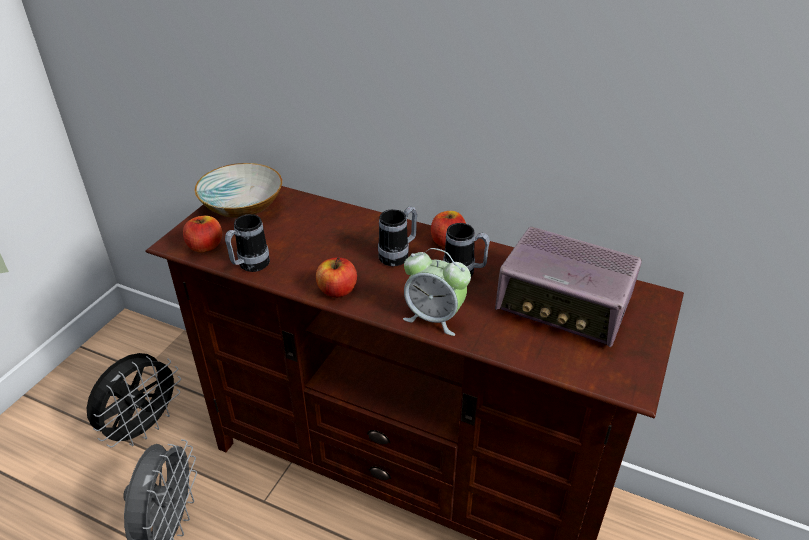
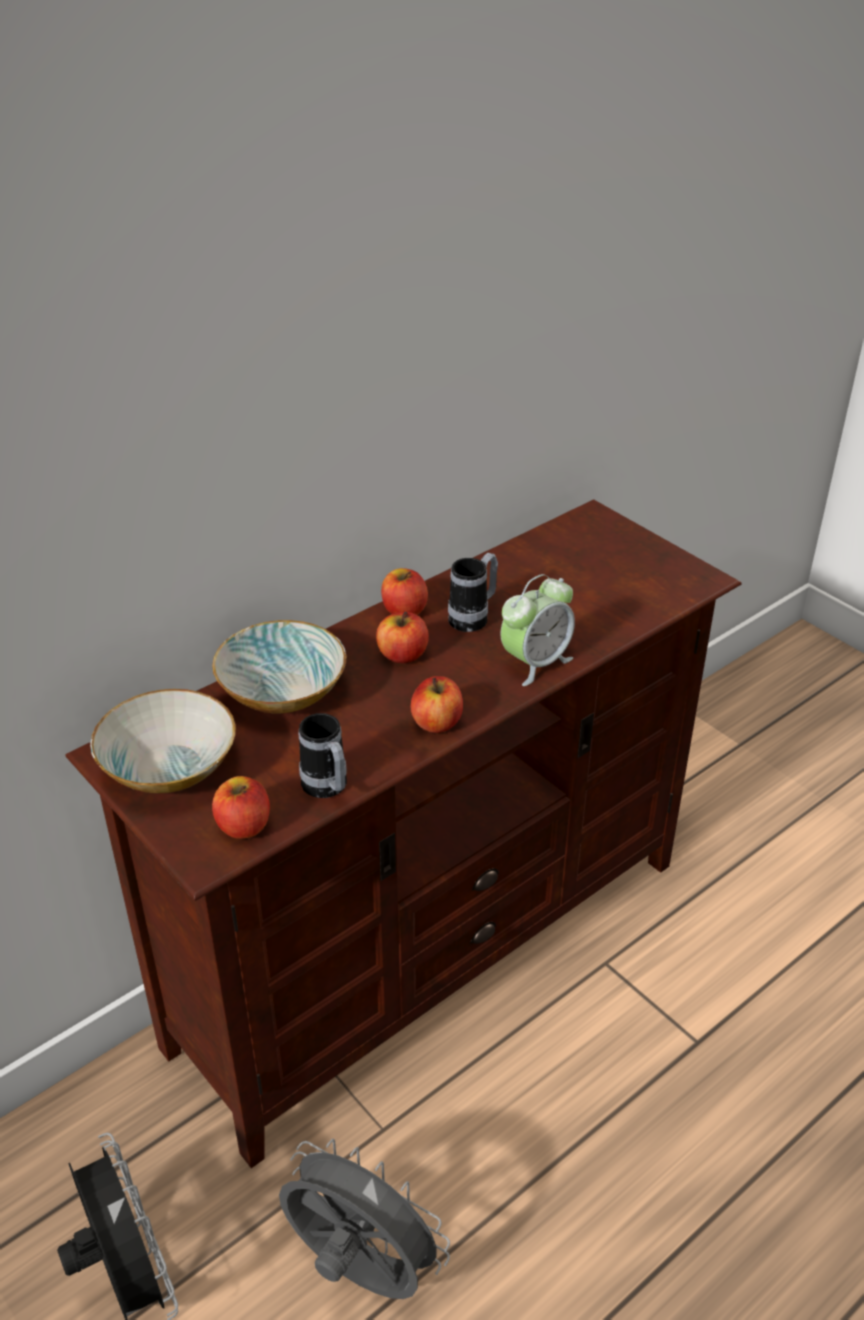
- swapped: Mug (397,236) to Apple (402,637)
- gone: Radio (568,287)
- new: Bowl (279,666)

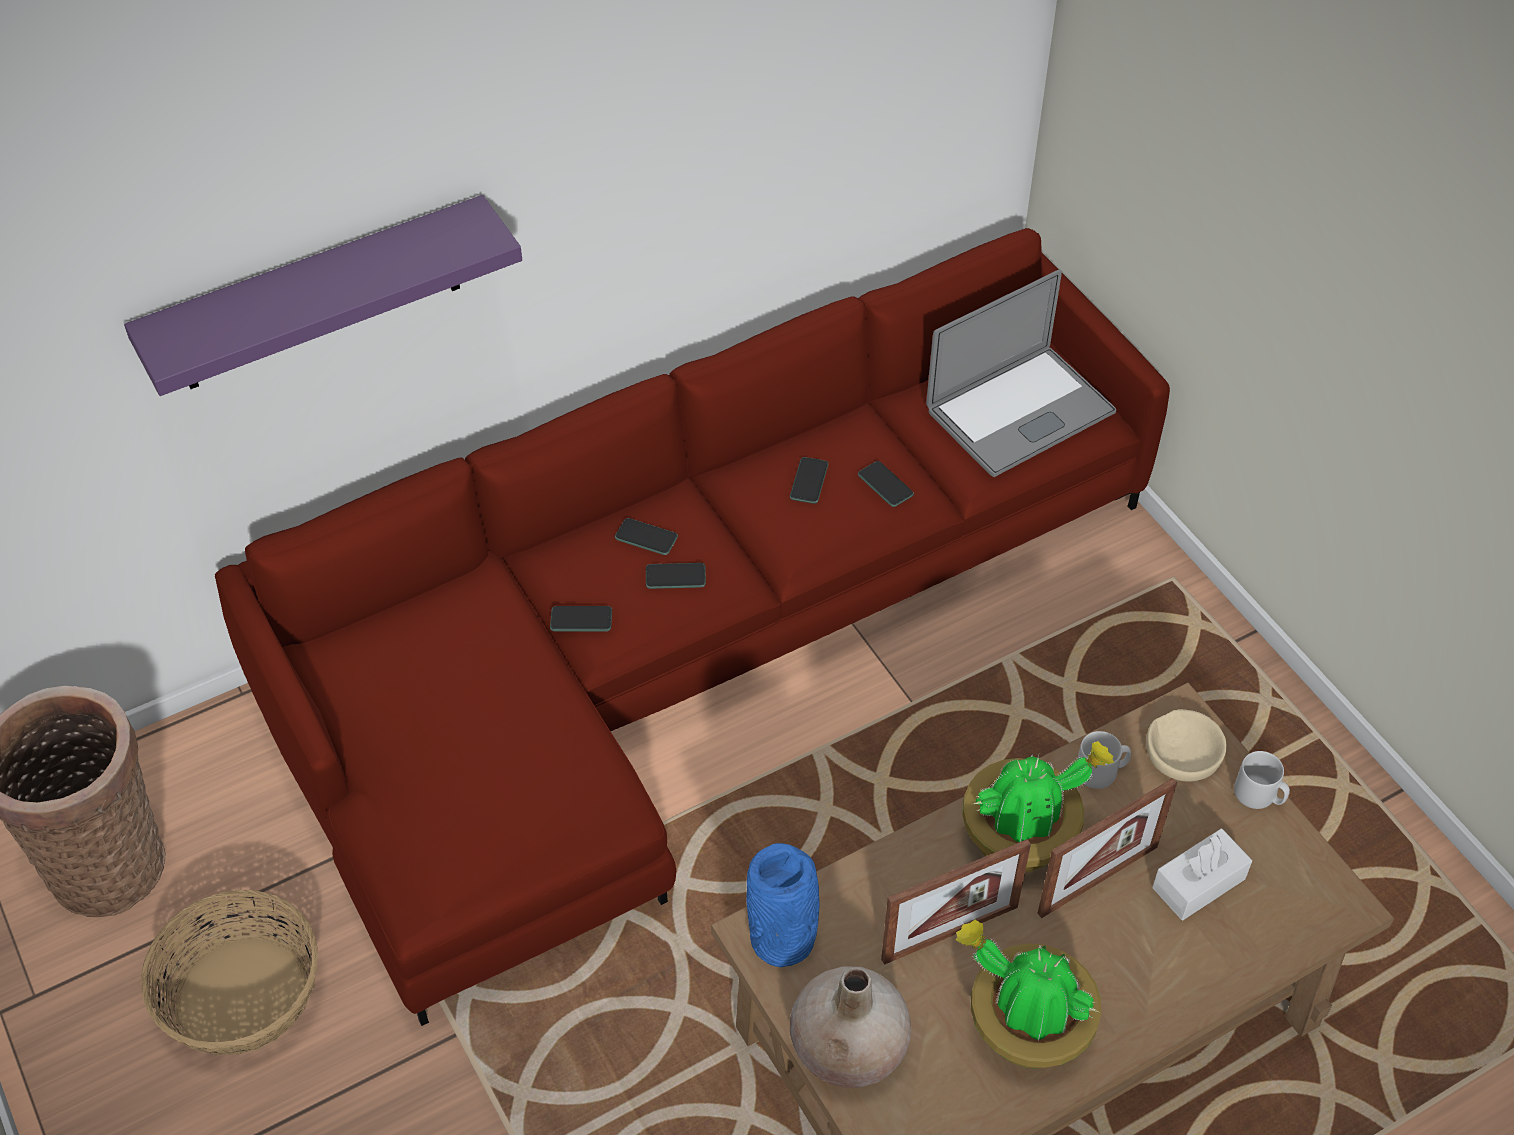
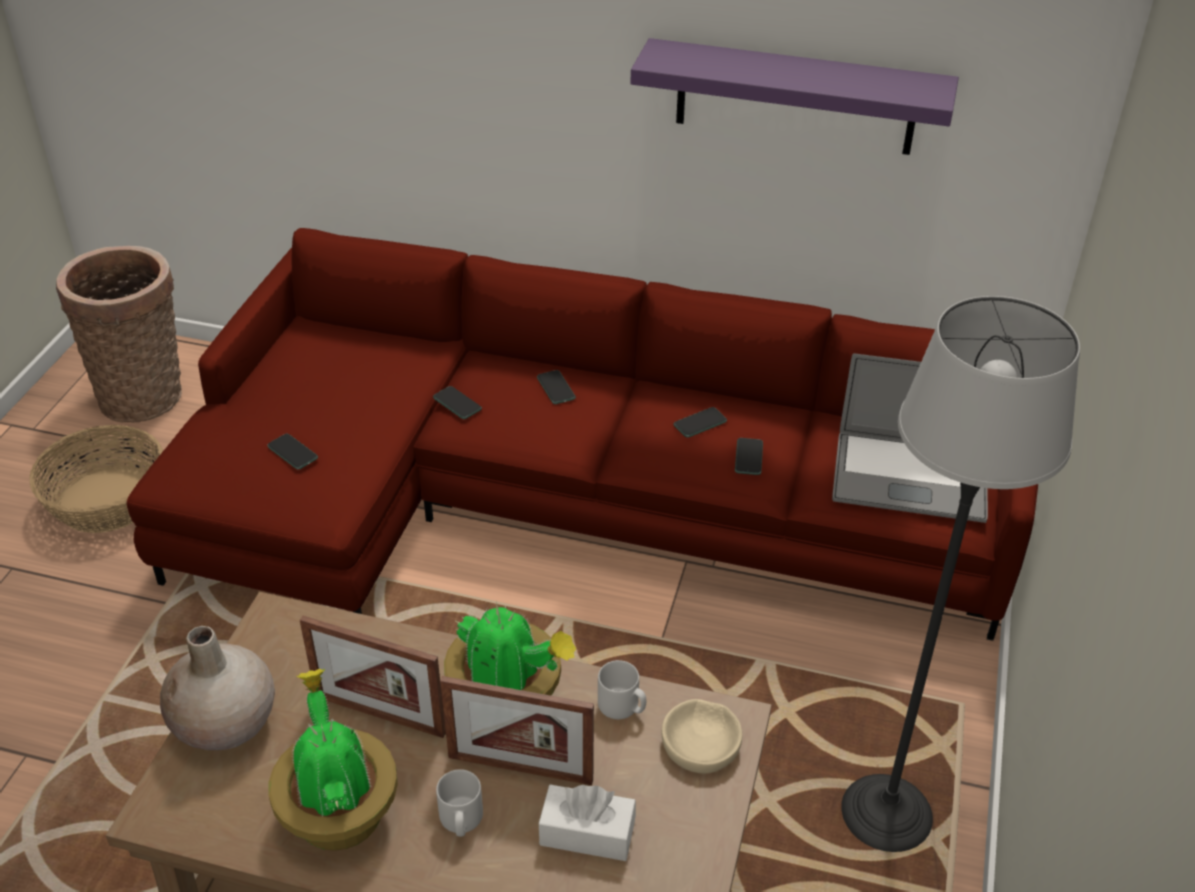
- shifted: PurpleShelf (323,295) to (795,96)
- shifted: Phone (676,576) to (292,452)
- gone: BlueVase (783,905)
- shifted: GreyMug (1262,780) to (459,803)
- new: FloorLamp (960,574)

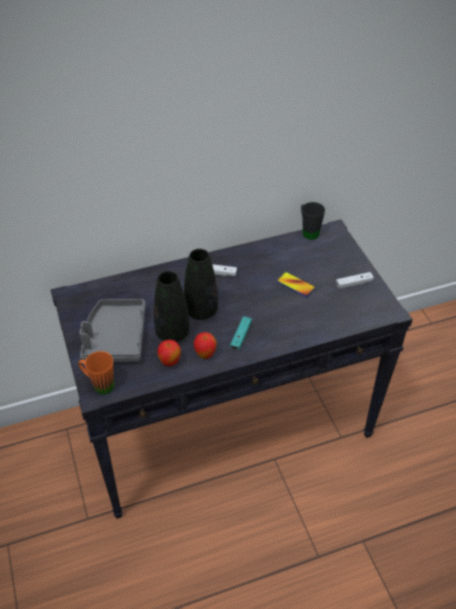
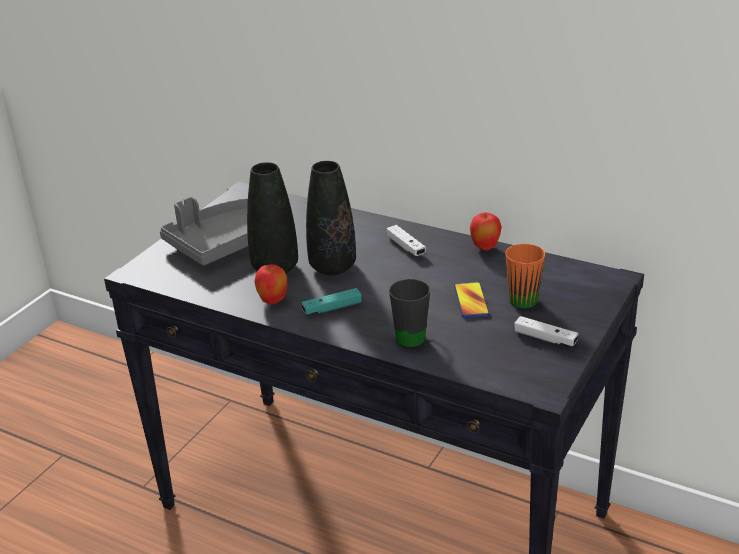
- shifted: OrangeMug (96,372) to (525,276)
- shifted: Apple (169,353) to (486,231)
- shifted: BlackMug (313,221) to (409,313)

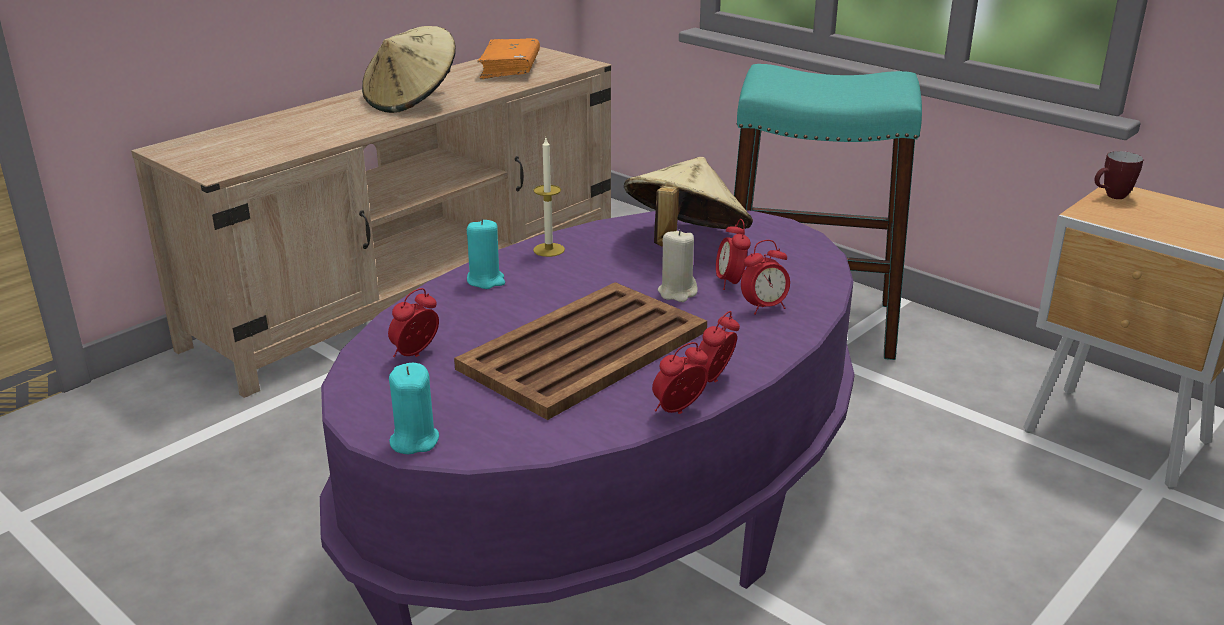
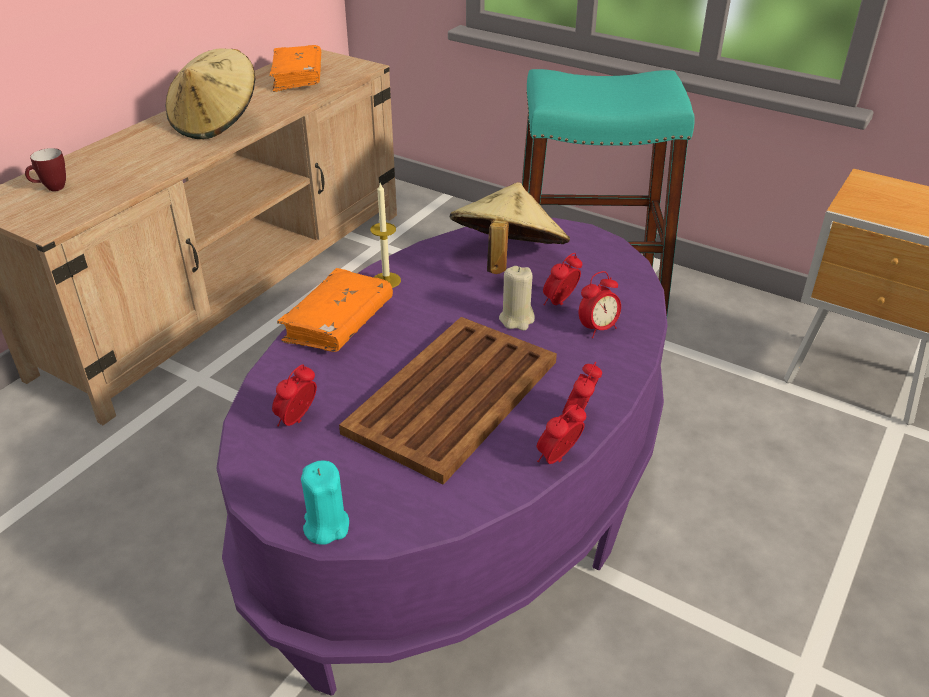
- swapped: TurquoiseCandle (486,254) to OrangeBook (335,310)
- rotated: AlarmClock (733,254) = (562,279) 60 degrees clockwise
- shifted: Mug (1119,175) to (45,169)

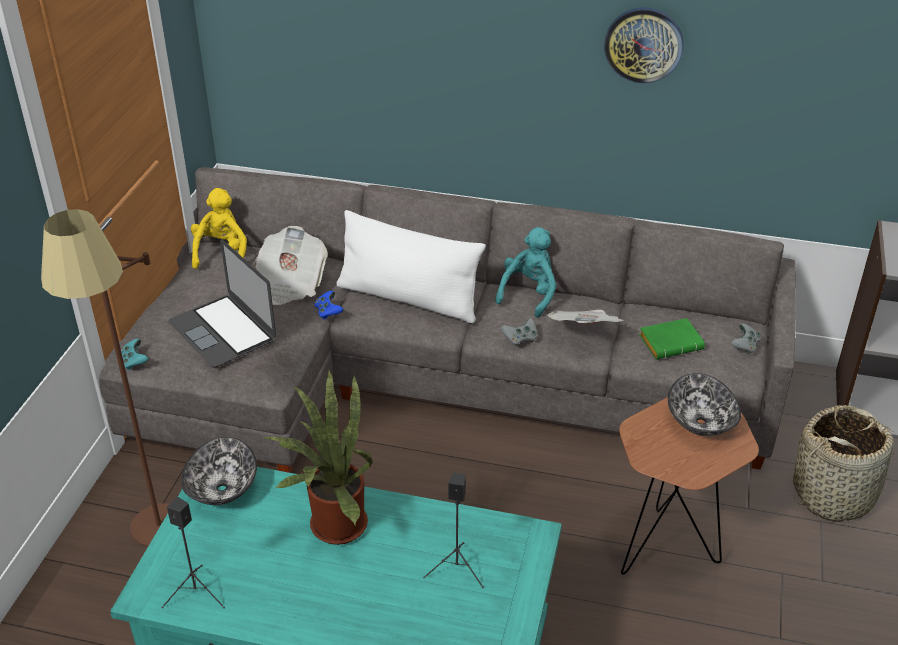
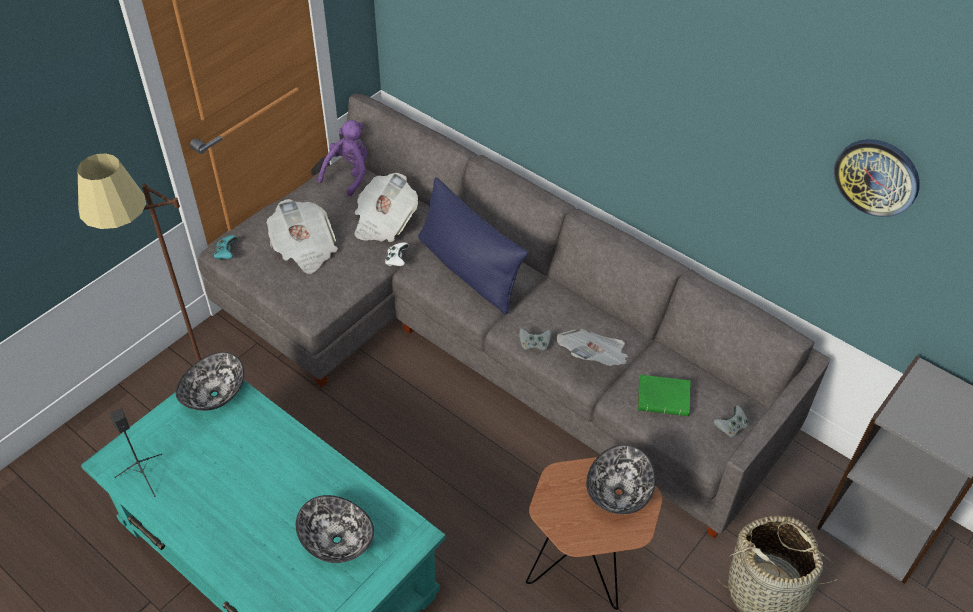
- swapped: Laptop (222,303) to Newspaper (302,236)
- repainted: YellowPlushToy (219,228) to PurplePlushToy (343,158)
- gone: PottedPlant (317,457)
- repainted: BlueGameController (328,305) to WhiteGameController (397,254)
- repainted: WhitePillow (411,266) to BluePillow (473,245)
- swapped: BlackSpeaker (453,530) to Bowl (335,529)
- gone: TurquoisePlushToy (525,272)
- shifted: WallClock (644,45) to (877,178)

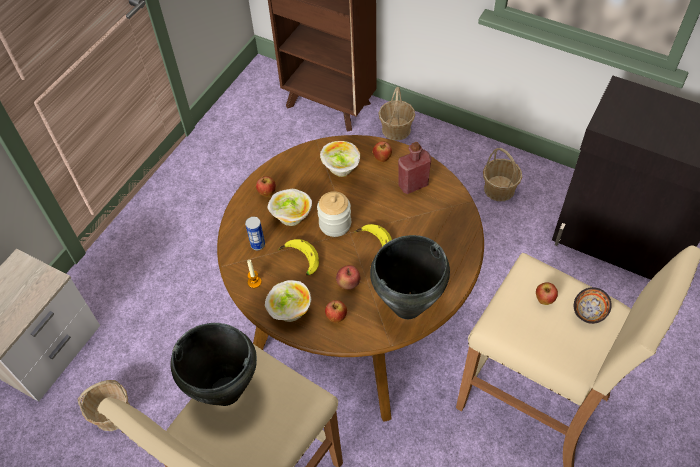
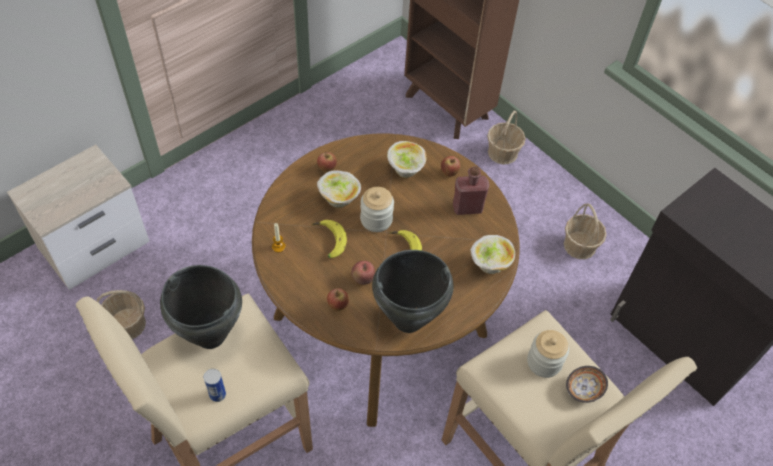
- shifted: Can (255,233) to (215,385)
- shifted: Bowl (288,301) to (492,254)
- swapped: Apple (547,293) to Jar (548,354)

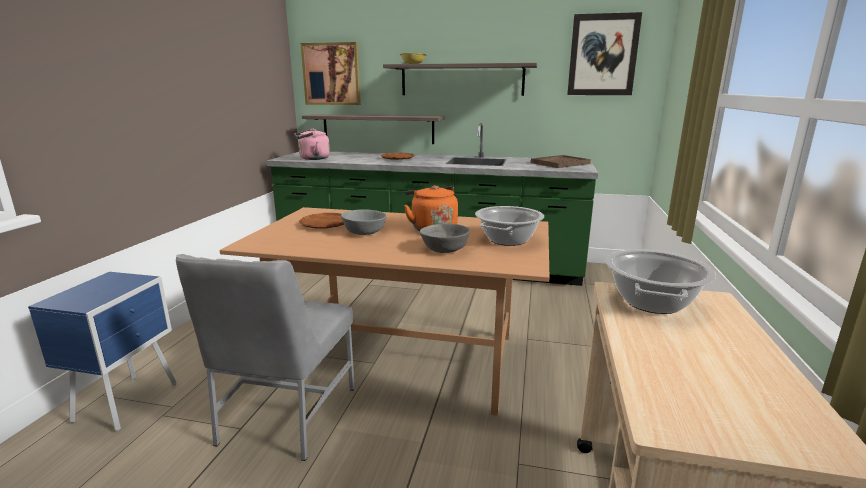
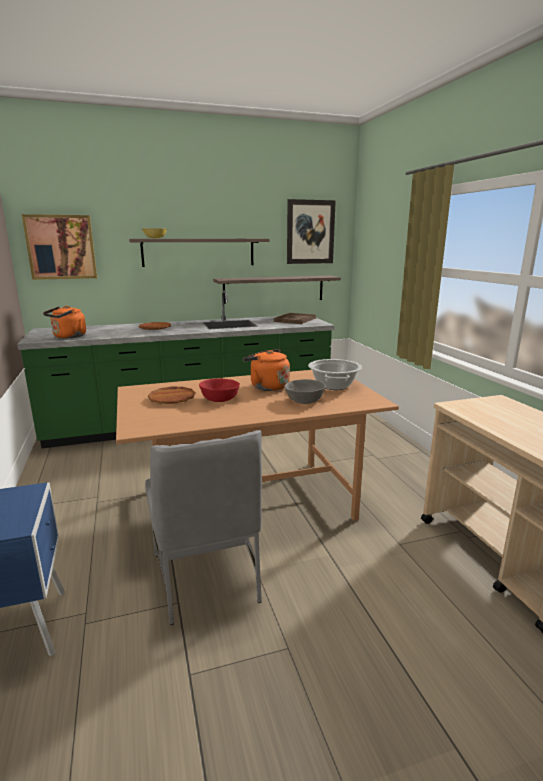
- repainted: PinkKettle (312,144) to OrangeKettle (64,322)
- shifted: Shelf (373,129) to (277,290)
- repainted: GreyBowl (364,222) to RedBowl (219,390)
- gone: CookingPot (660,281)

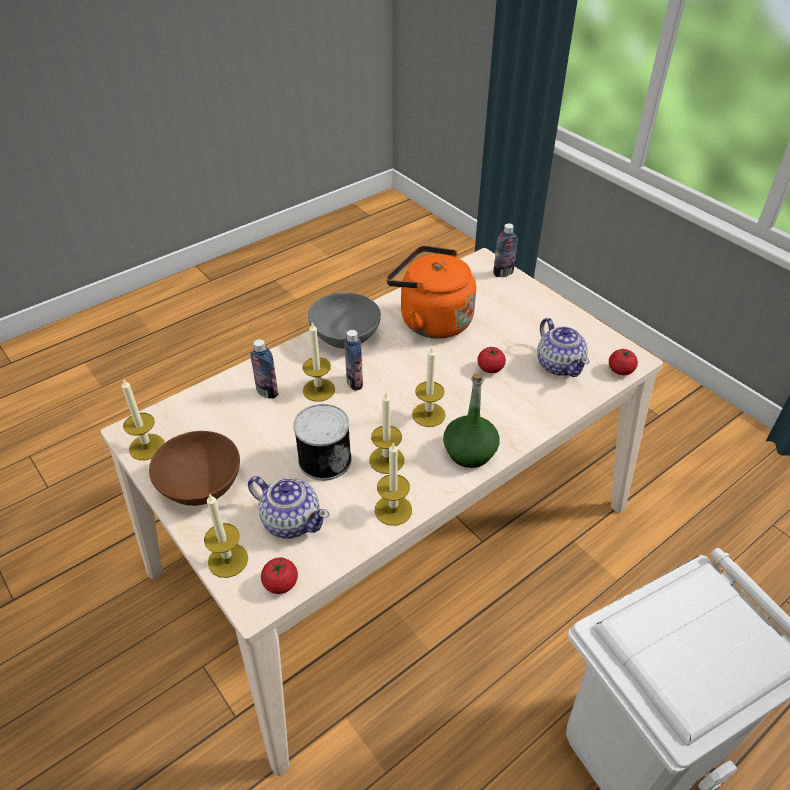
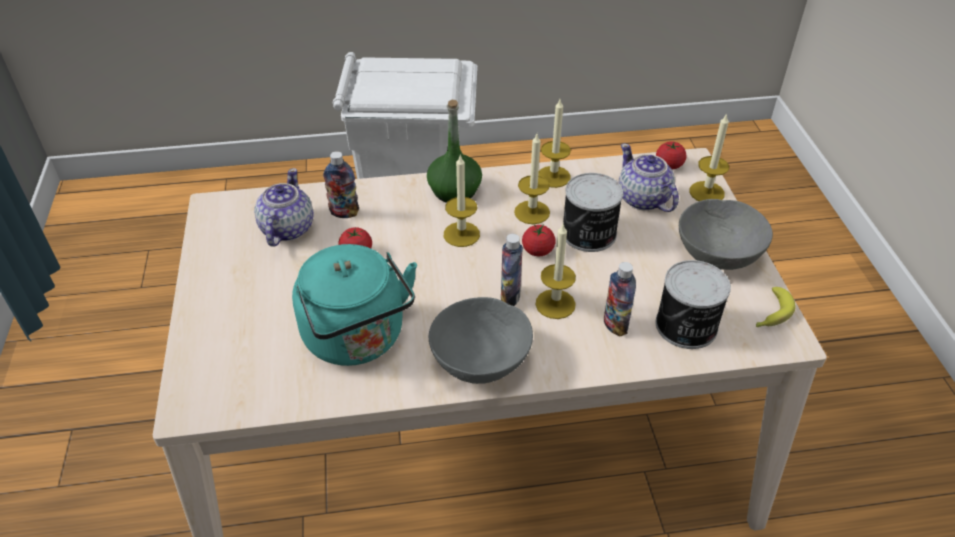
- swapped: Candle (143,419) to Banana (776,307)
- repainted: BrownBowl (194,468) to GreyBowl (726,234)
- repainted: OrangeKettle (431,292) to TurquoiseKettle (354,305)
- shifted: Bottle (505,250) to (341,184)
- shifted: Tomato (623,362) to (538,240)
- new: Can (693,304)

